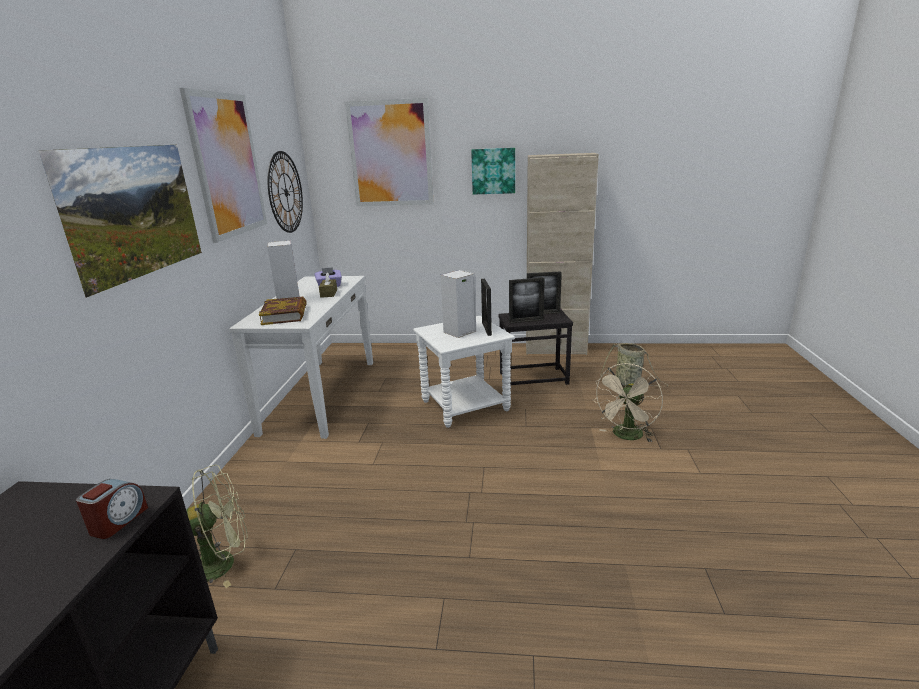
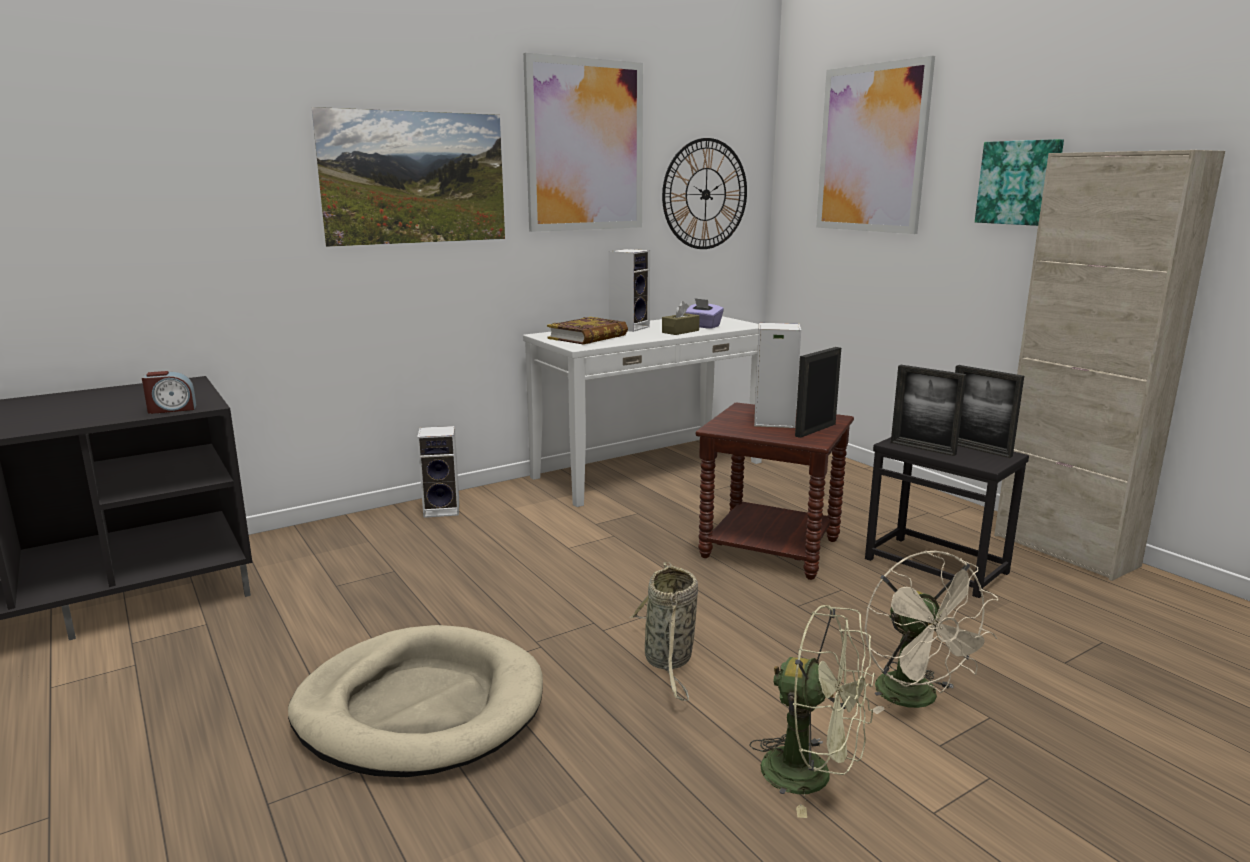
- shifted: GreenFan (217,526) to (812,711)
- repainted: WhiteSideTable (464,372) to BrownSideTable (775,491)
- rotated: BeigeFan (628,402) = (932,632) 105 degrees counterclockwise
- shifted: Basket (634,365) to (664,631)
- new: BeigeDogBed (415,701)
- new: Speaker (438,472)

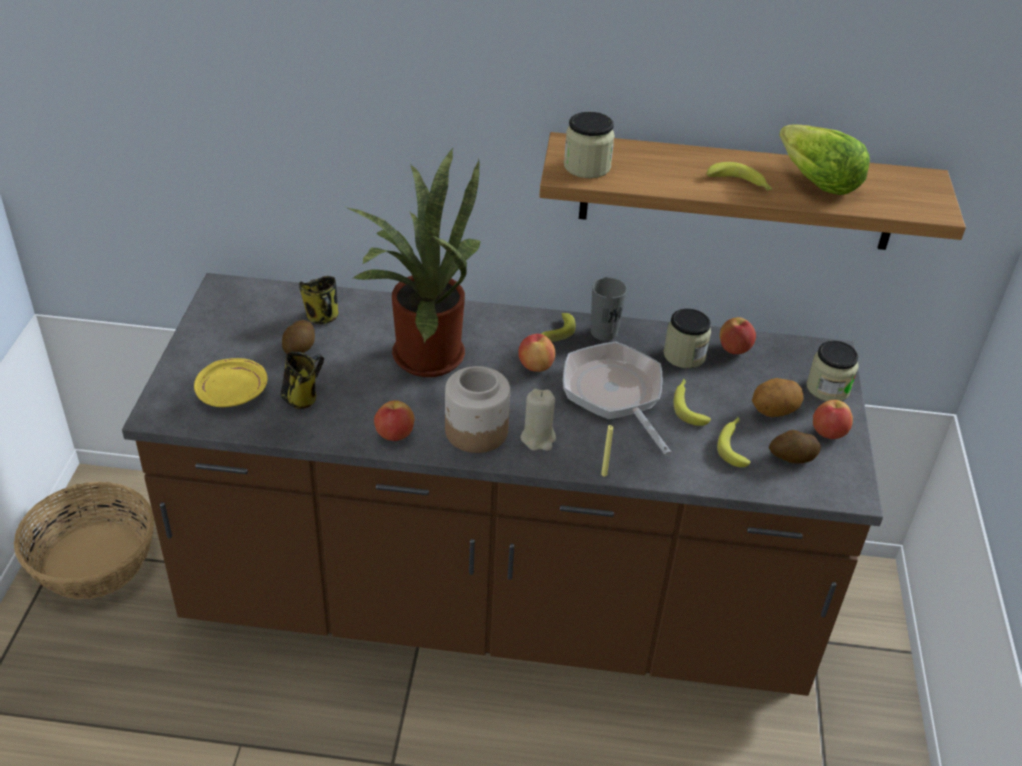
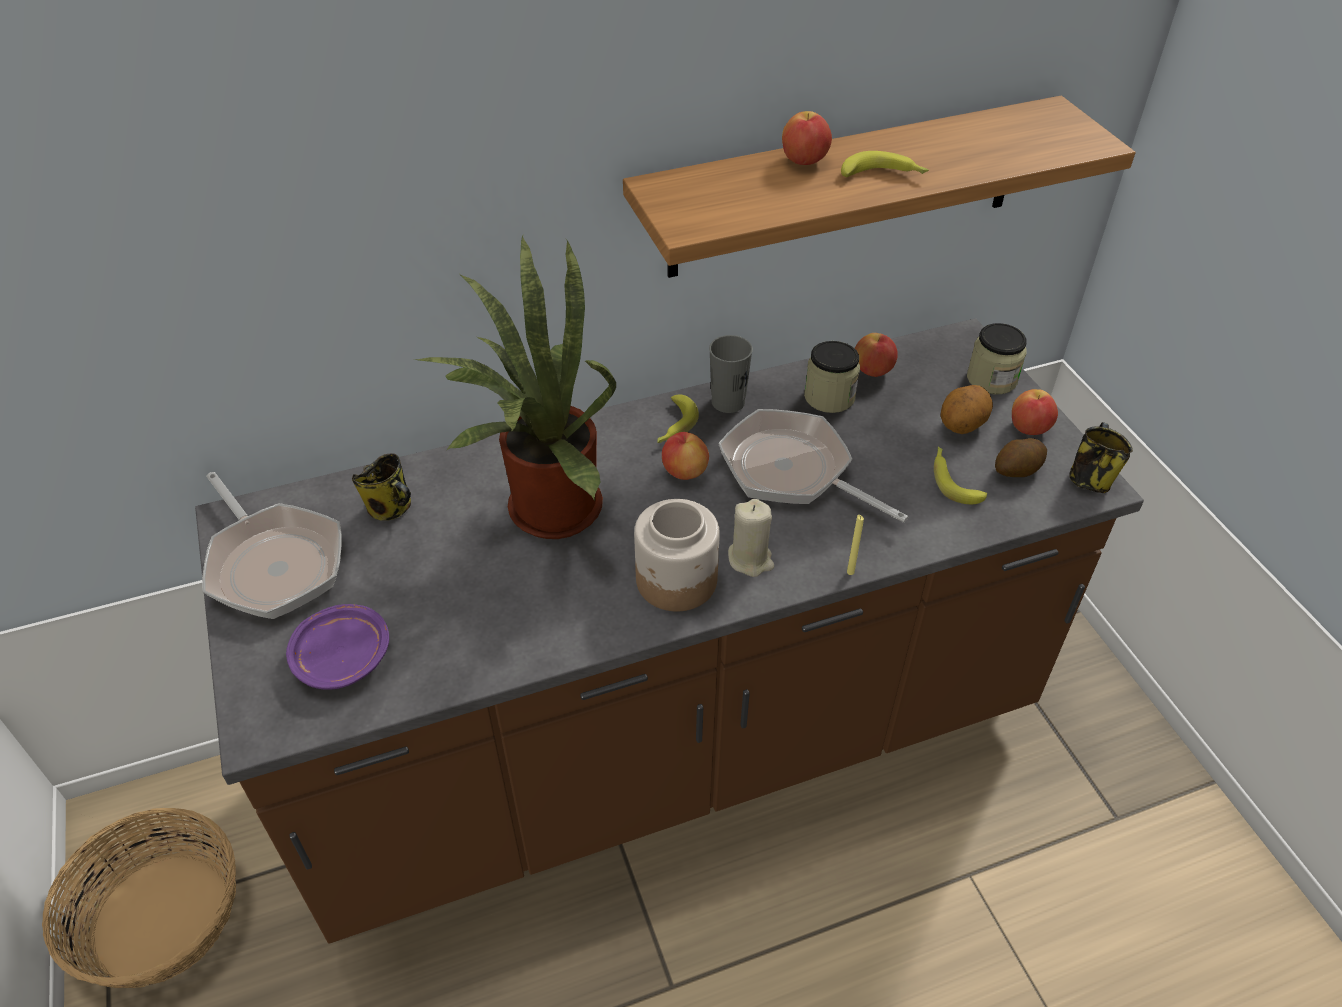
- repainted: YellowPlate (230,382) to PurplePlate (337,647)
- shifted: Mug (302,380) to (1101,457)
- gone: Potato (298,337)
- shifted: Apple (394,420) to (807,138)
- gone: Jar (589,145)
- gone: Banana (692,402)
- gone: Lettuce (824,159)
- new: FryingPan (272,545)

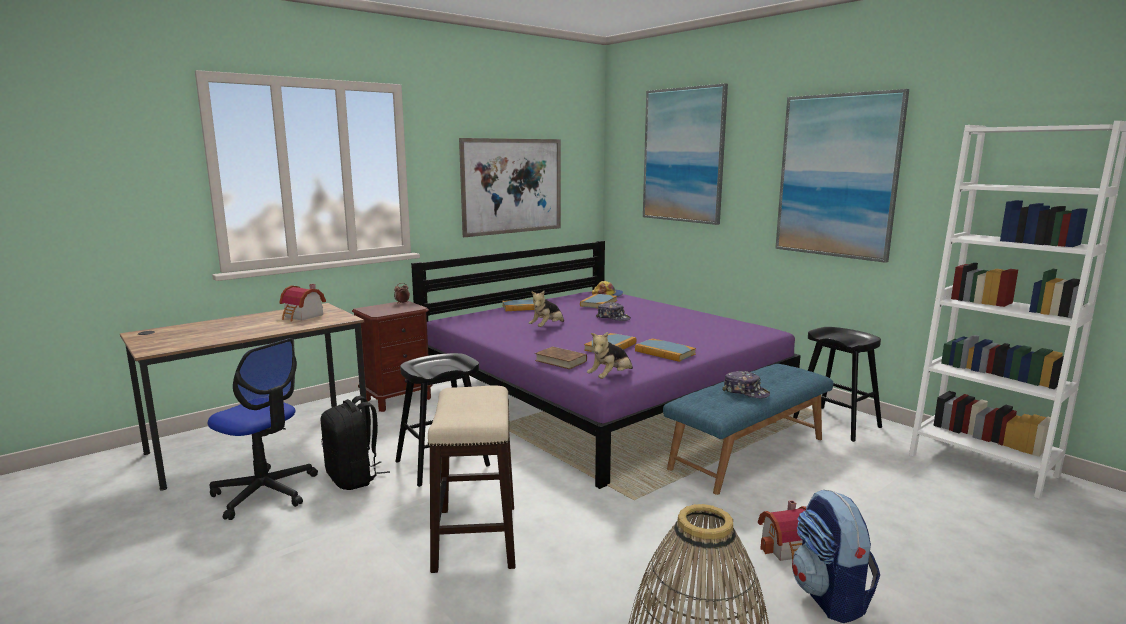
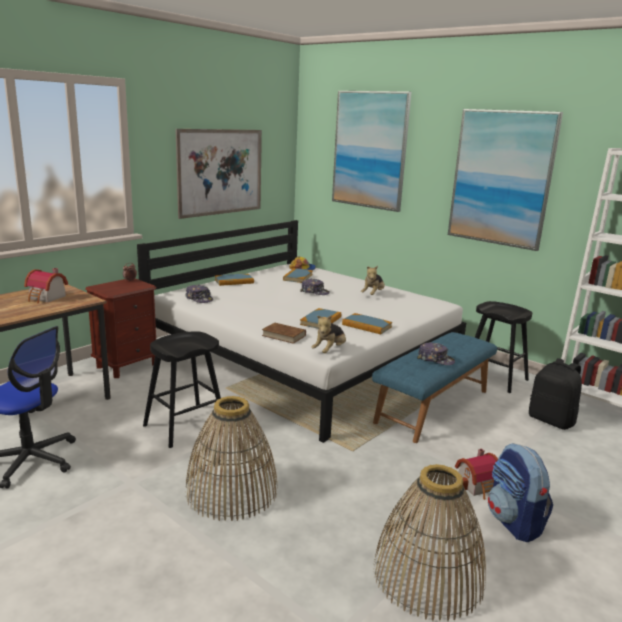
- shifted: BlackBackpack (355,443) to (555,394)
- repainted: PurpleBed (606,365) to WhiteBed (301,331)
- swapped: Stool (471,479) to Basket (231,458)
- shifted: PlushToy (546,308) to (373,280)
- new: Cap (199,293)

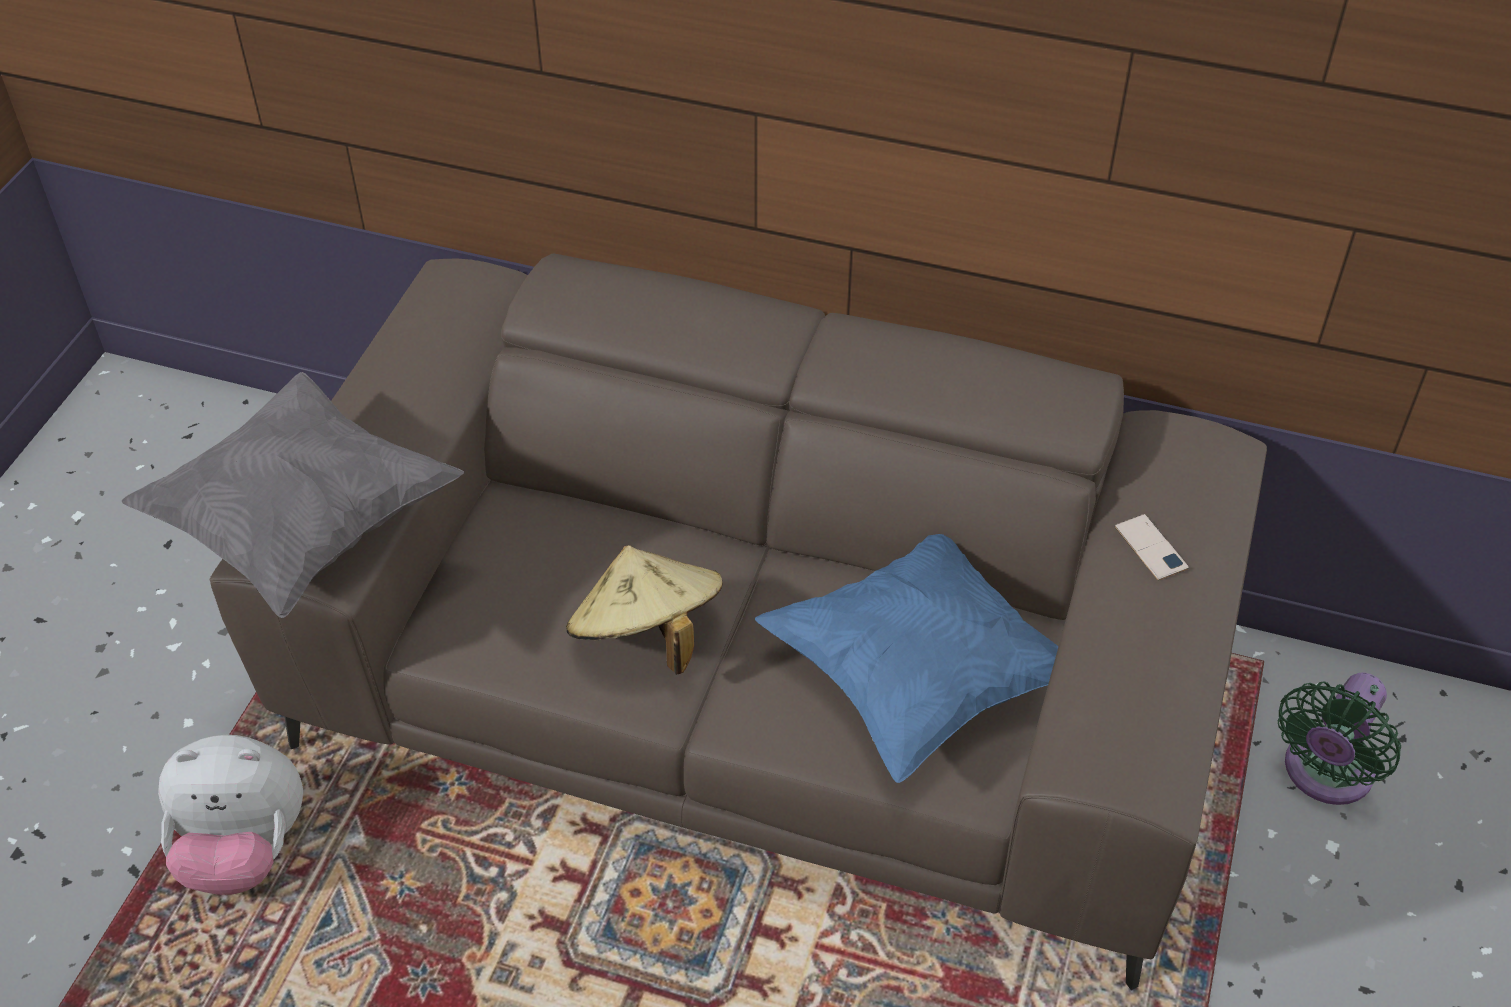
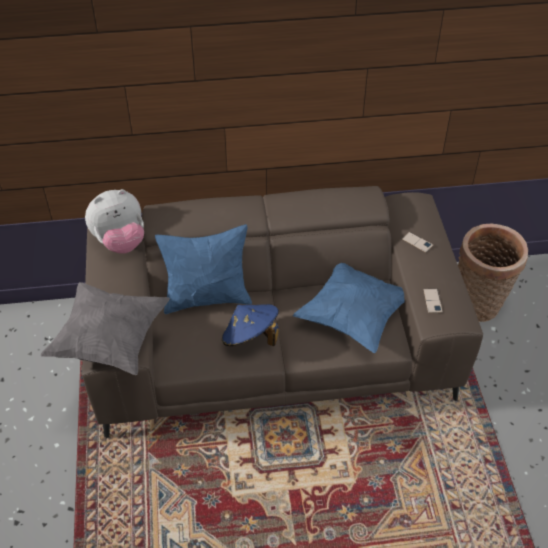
- shifted: PlushToy (230,815) to (114,221)
- repainted: BeigeHat (644,610) to BlueHat (250,325)
- swapped: GreenFan (1339,739) to Basket (493,273)
- new: BluePillow (203,269)
- new: Phone (433,301)

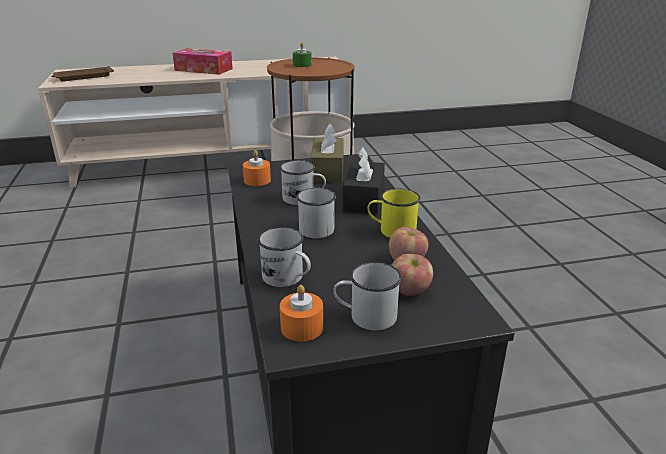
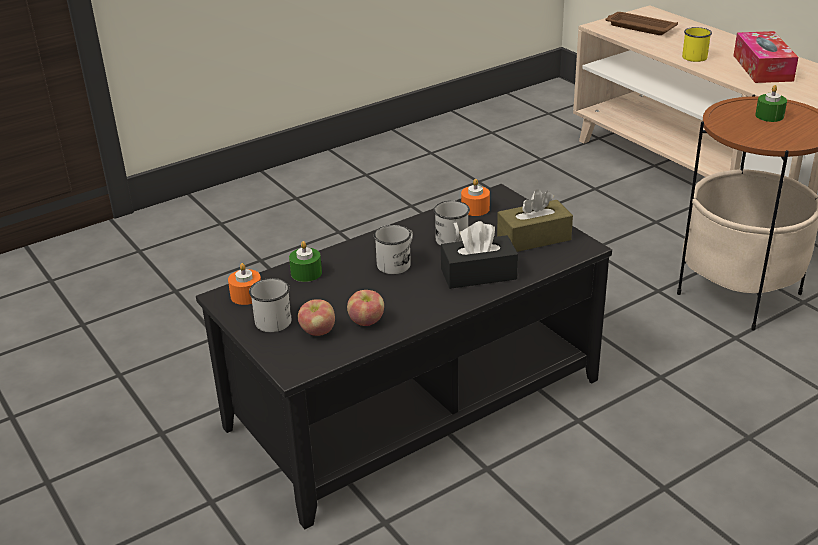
- swapped: WhiteMug (284,257) to GreenCandle (305,261)
- shifted: YellowMug (393,213) to (697,44)

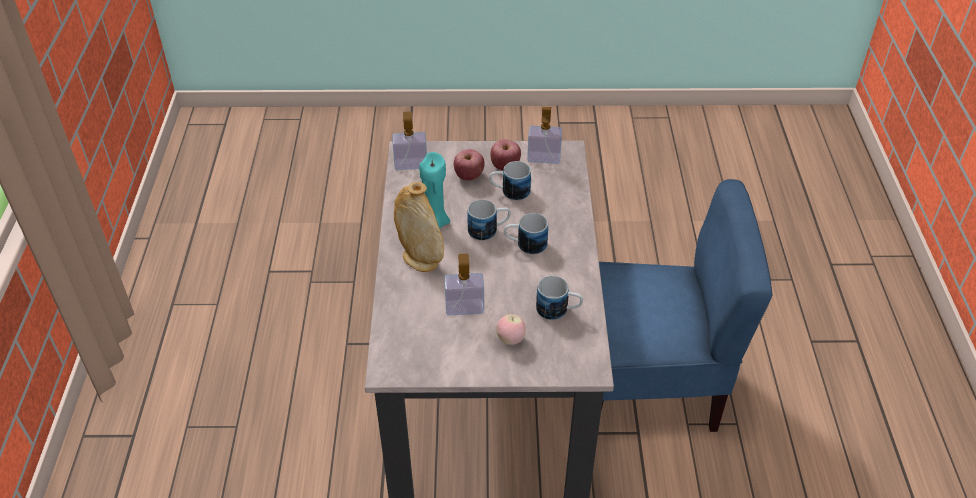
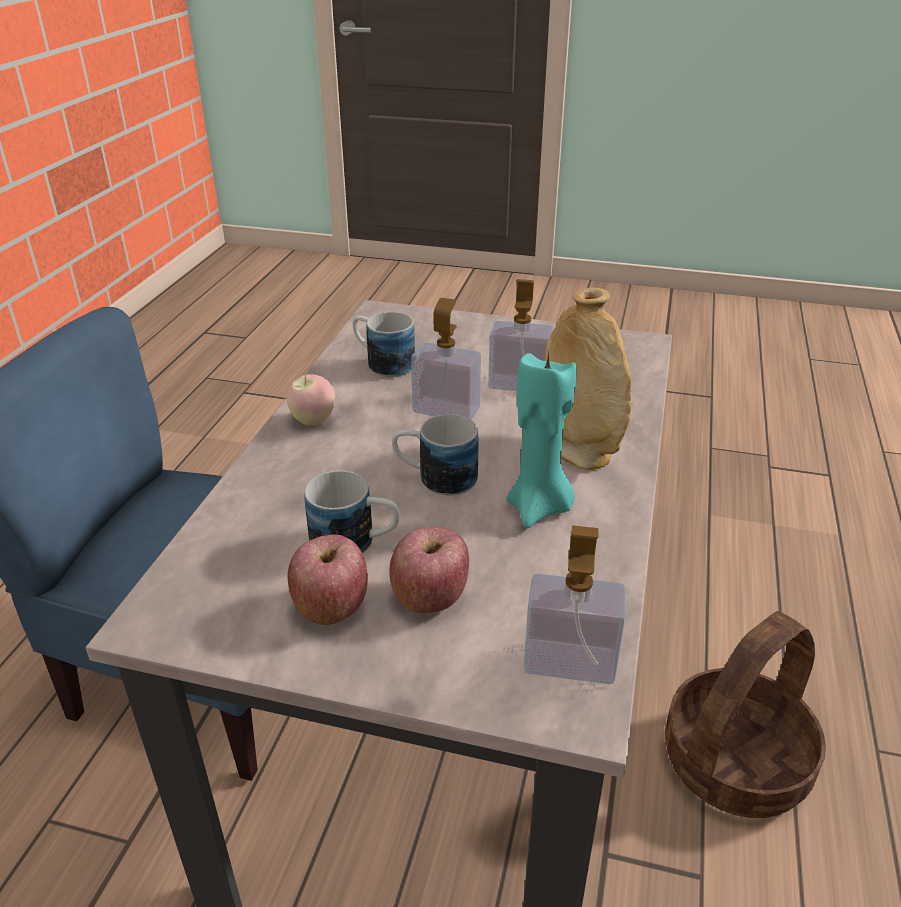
- shifted: Apple (511,329) to (311,399)
- gone: Mug (526,234)
- shifted: SoapDispenser (544,135) to (446,359)
- new: Basket (745,714)

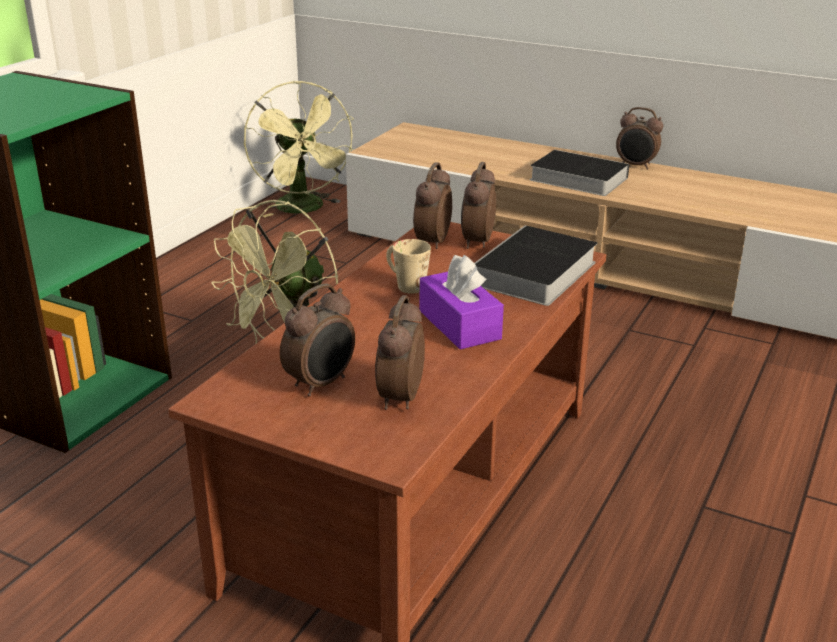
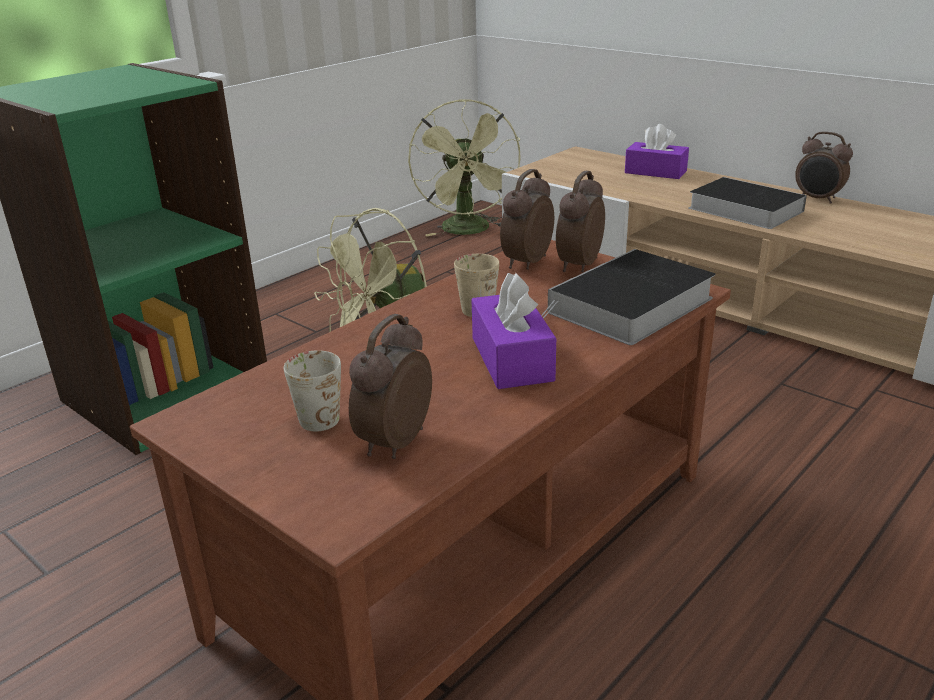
- swapped: AlarmClock (317,340) to WhiteMug (312,390)
- new: PurpleTissueBox (657,151)

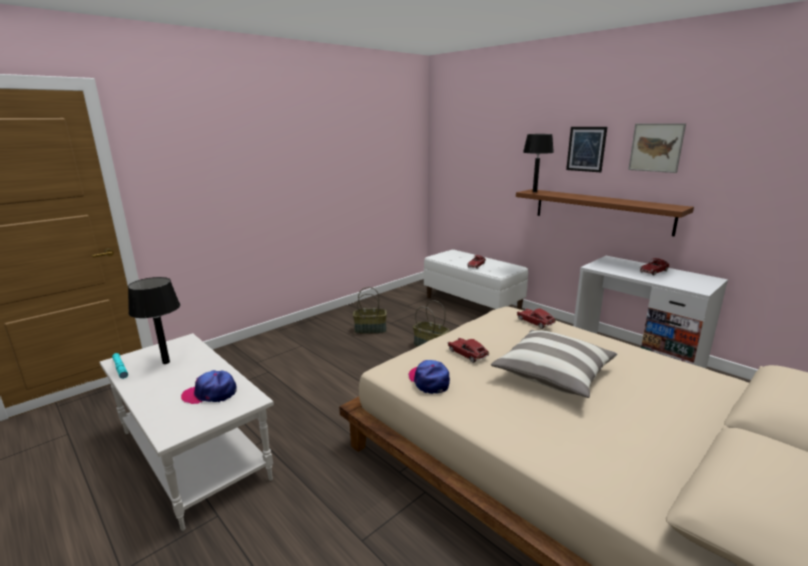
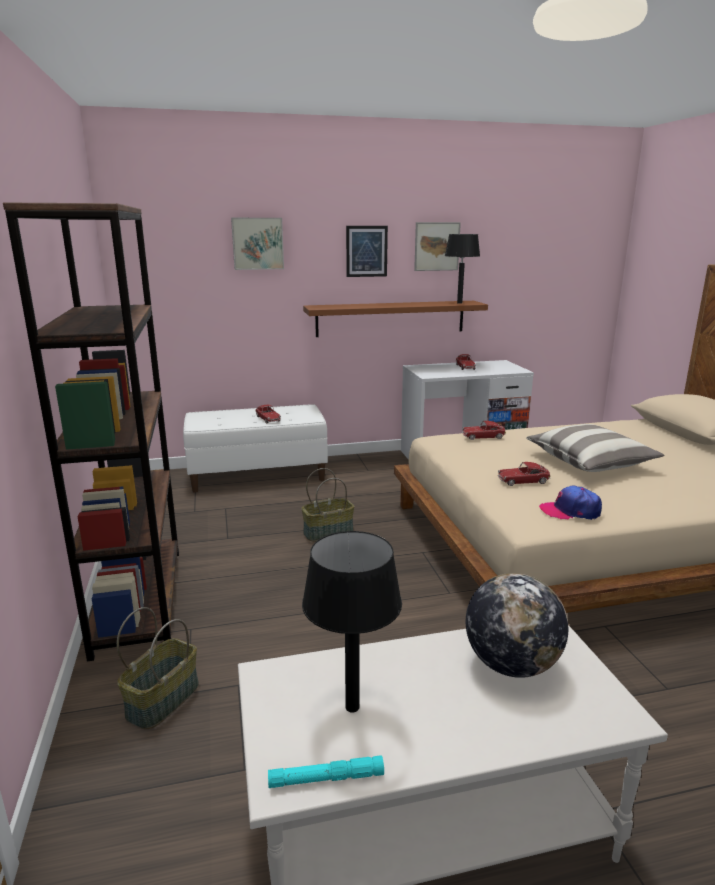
- swapped: Cap (208,387) to Globe (517,625)
- shifted: Basket (370,310) to (158,668)
- shifted: BlackTableLamp (538,163) to (462,269)
- new: BrownBookcase (91,431)
- new: Picture (257,244)

